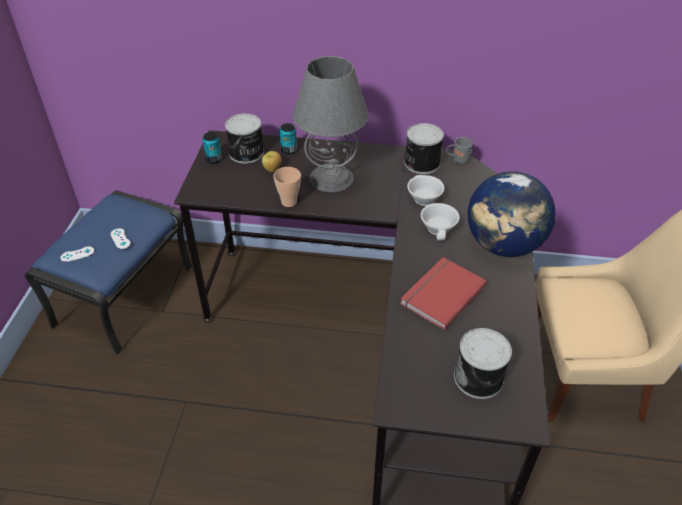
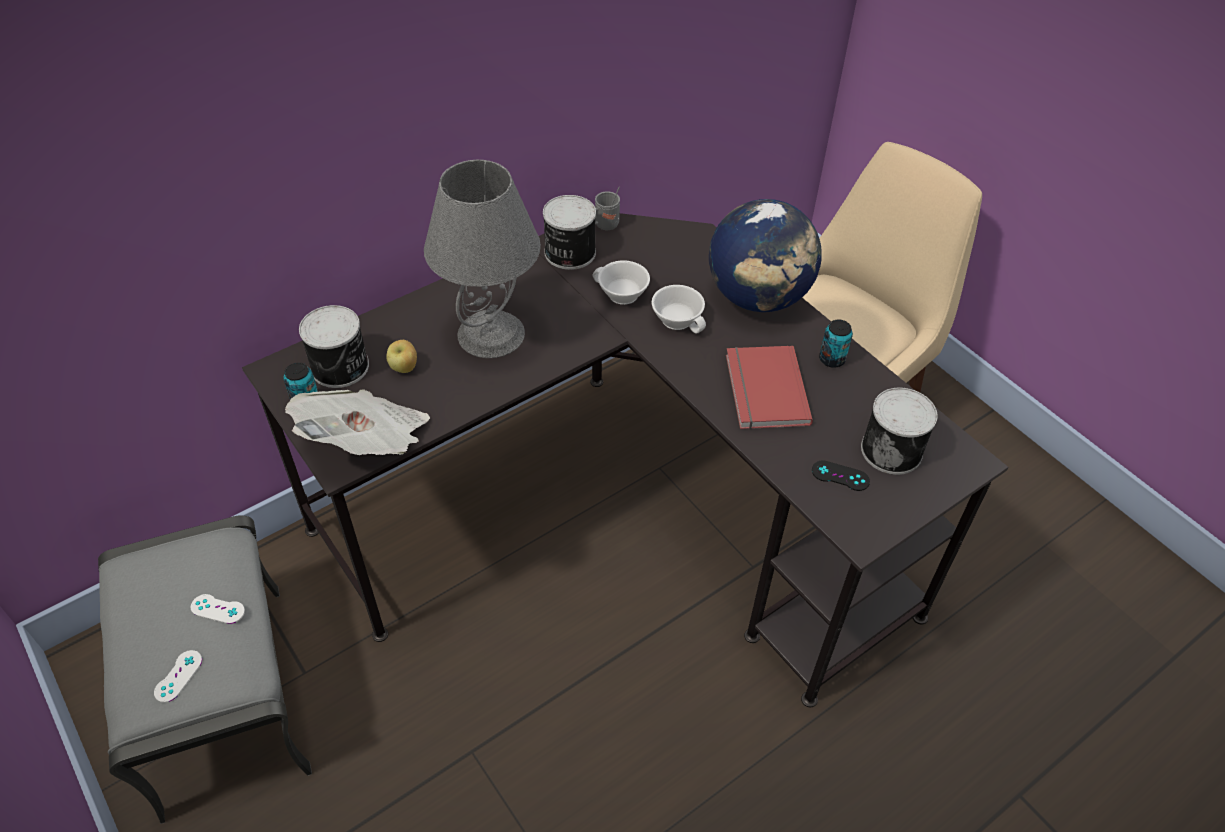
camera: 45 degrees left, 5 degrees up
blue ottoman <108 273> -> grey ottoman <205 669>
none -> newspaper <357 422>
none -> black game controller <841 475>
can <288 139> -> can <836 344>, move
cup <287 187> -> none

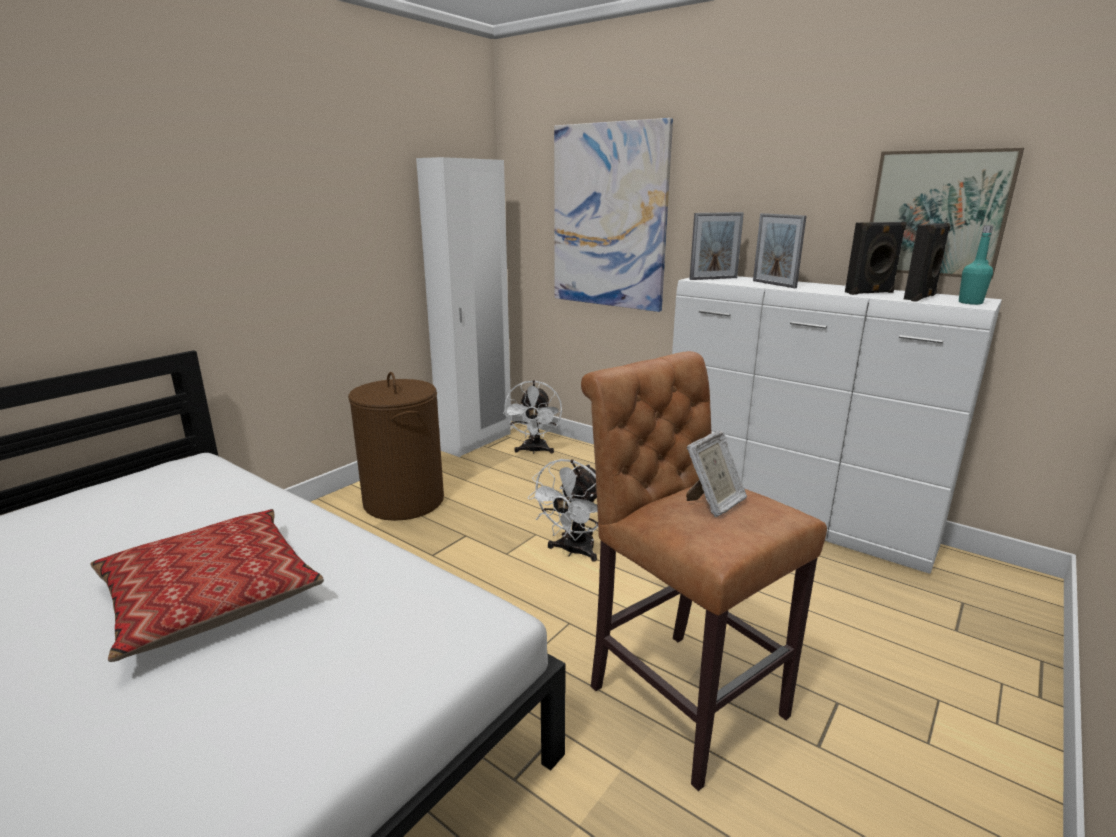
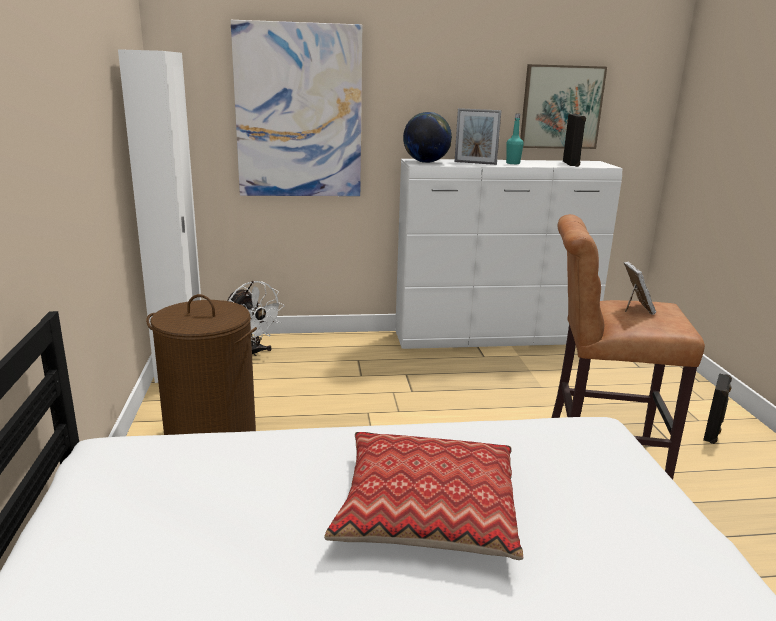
camera: 45 degrees left, 0 degrees up
picture frame <716 246> -> globe <427 137>
turquoise bottle <976 265> -> turquoise bottle <515 138>, move
black speaker <876 258> -> black speaker <717 408>, move
white fan <563 510> -> none

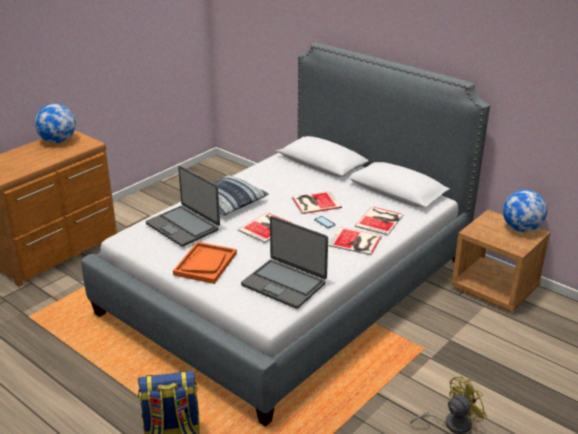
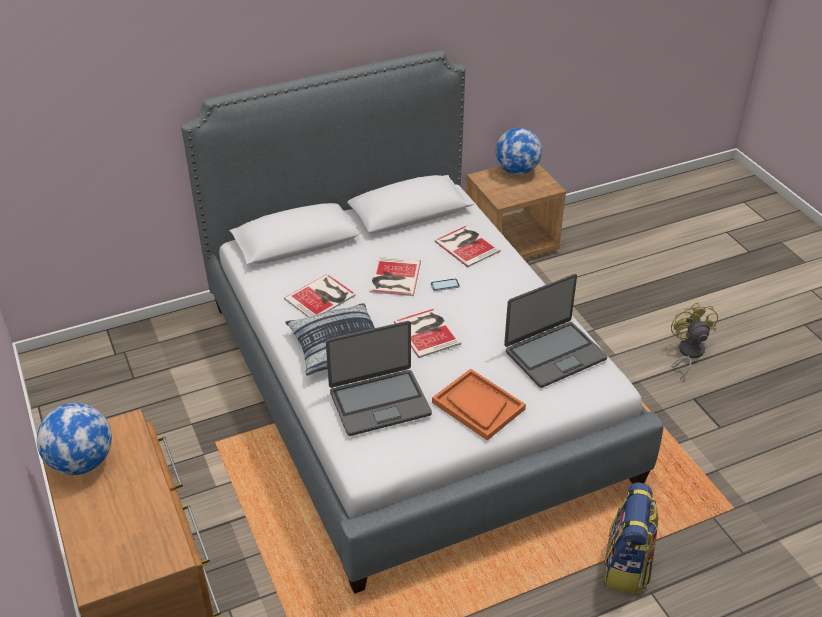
camera: 65 degrees left, 10 degrees up
book <355 241> -> book <320 295>, move

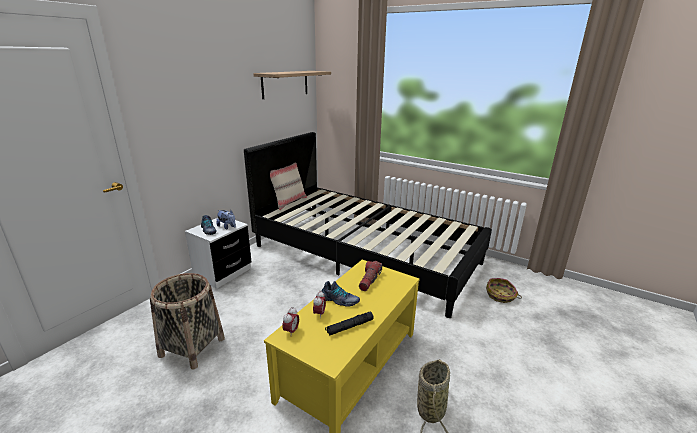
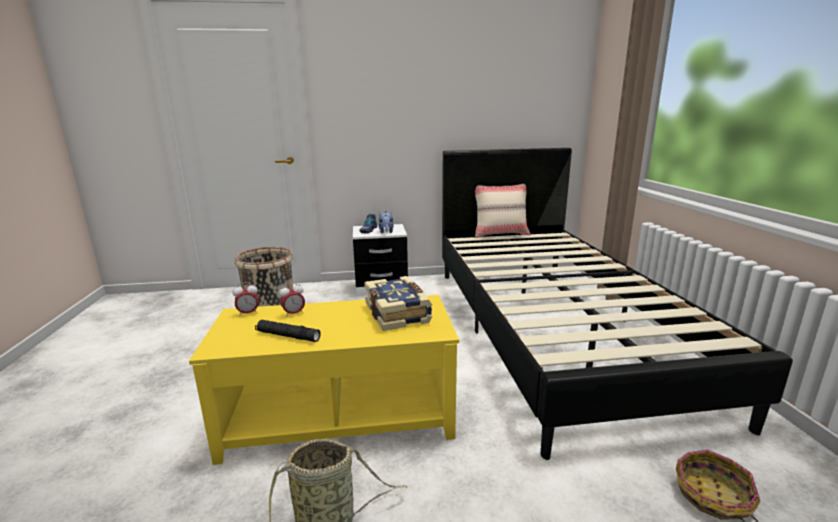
camera: 50 degrees right, 5 degrees down
flashlight <370 276> -> book <398 303>
shelf <292 85> -> none
shoe <341 294> -> none

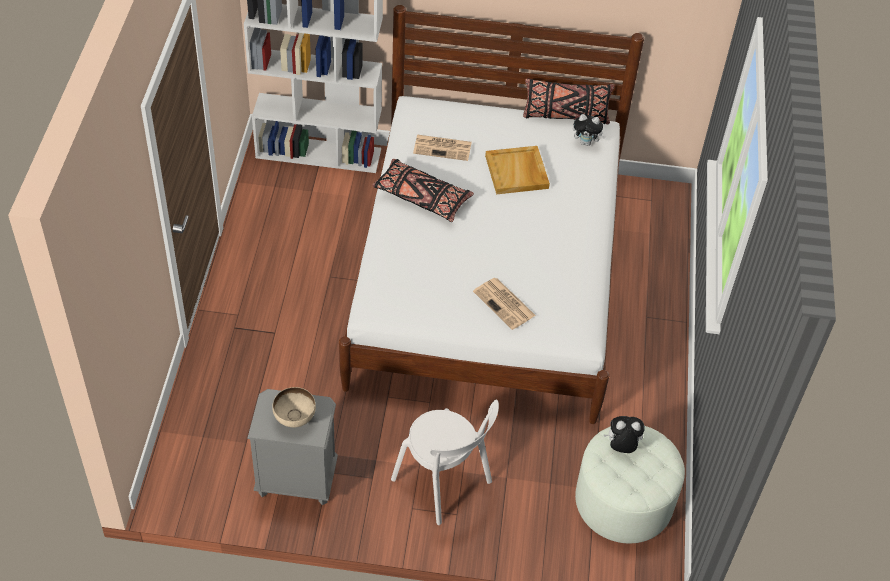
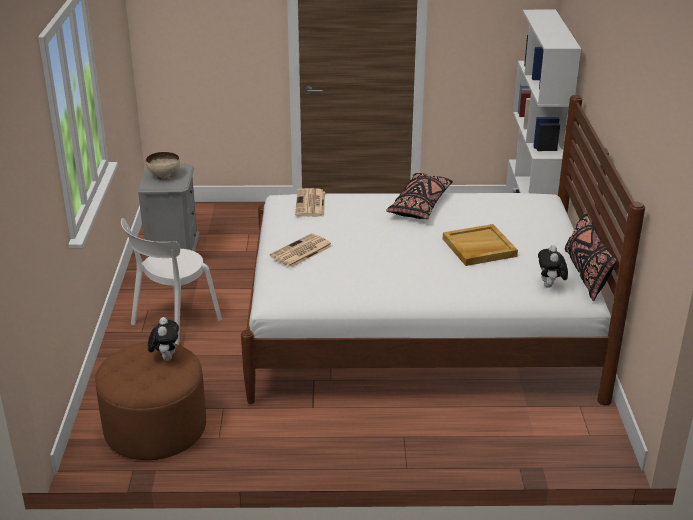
camera: 85 degrees right, 20 degrees down
white ottoman <630 484> -> brown ottoman <150 400>
newspaper <442 148> -> newspaper <310 202>, move

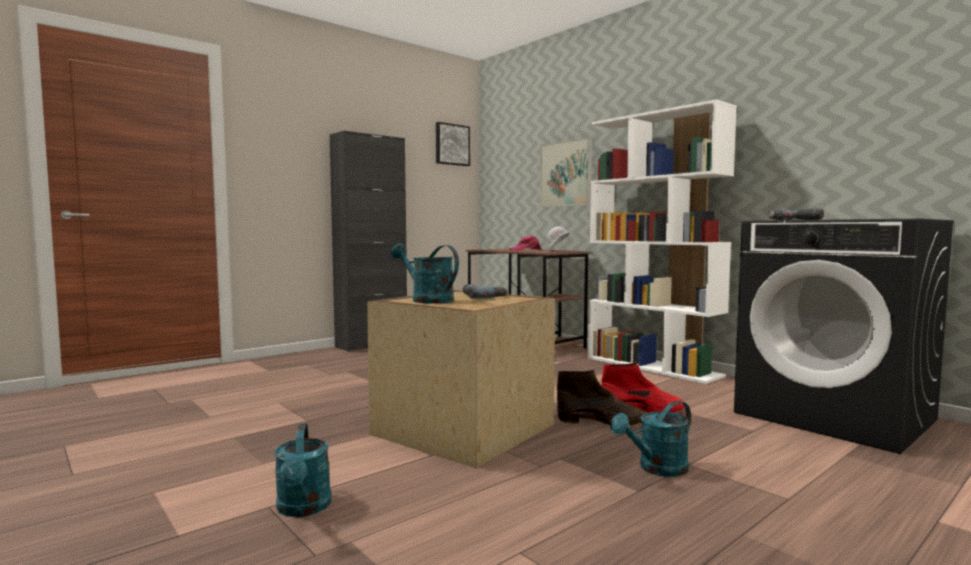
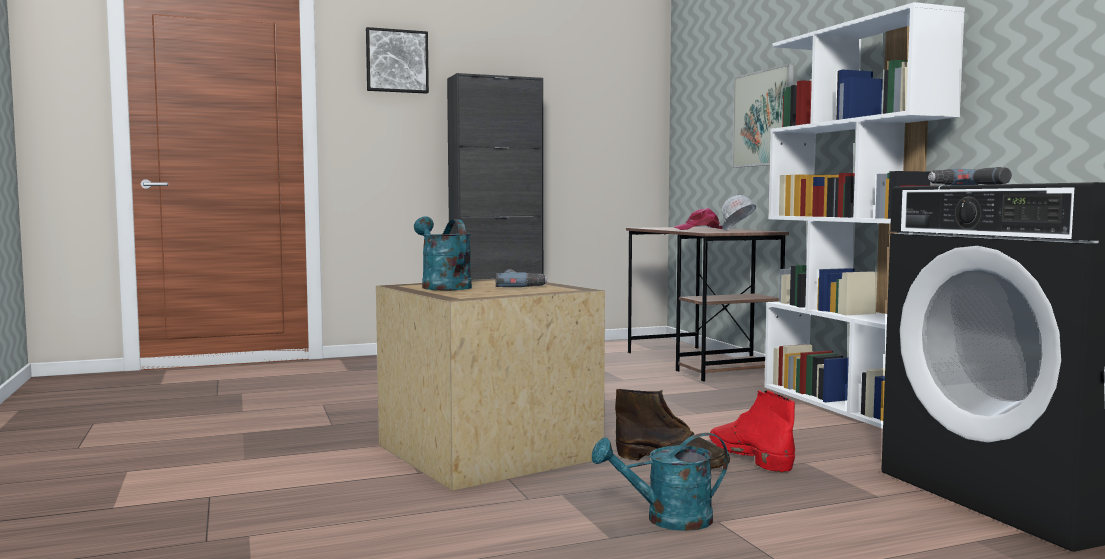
camera: 20 degrees right, 0 degrees up
picture <453 144> -> picture <397 60>, move
red boot <642 387> -> red boot <752 431>, 135 degrees counterclockwise
turquoise watering can <302 470> -> none

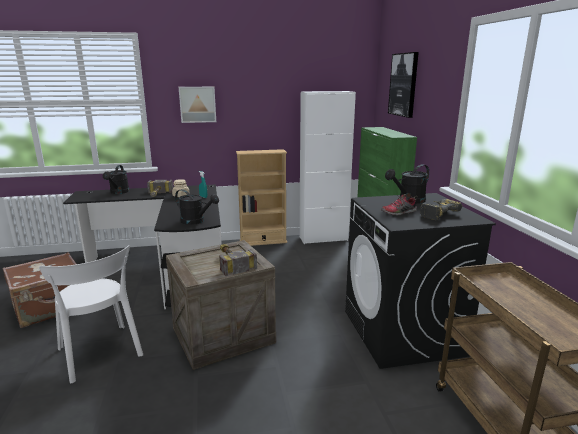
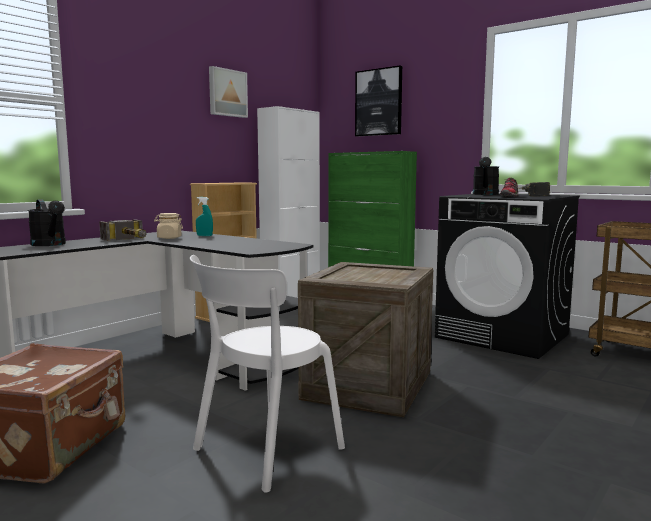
camera: 40 degrees left, 10 degrees down
white chair <91 314> -> white chair <267 374>, 120 degrees clockwise
picture <197 105> -> picture <228 92>, move
black watering can <197 207> -> none
hammer <238 260> -> none

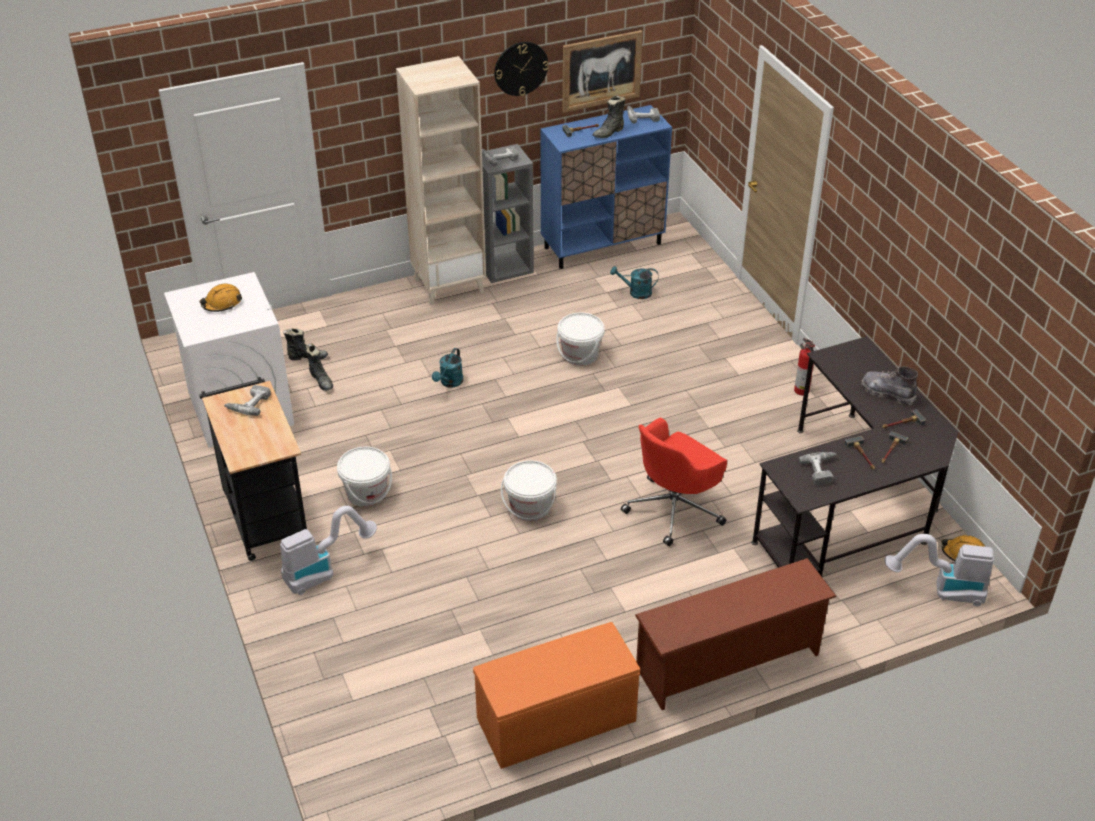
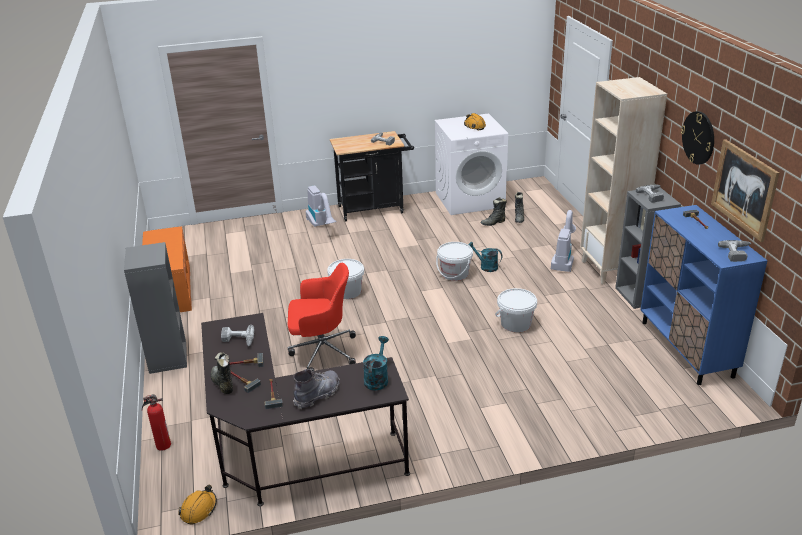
camera: 100 degrees right, 10 degrees down
brown shoe rack <736 634> -> grey bookcase <155 308>
fire extinguisher <805 366> -> fire extinguisher <156 422>, move
black boot <608 116> -> black boot <221 373>, move
red office chair <674 482> -> red office chair <322 317>, 120 degrees clockwise
turquoise watering can <634 282> -> turquoise watering can <376 363>, move
white bucket <364 477> -> white bucket <454 261>, move
vacuum cleaner <939 570> -> vacuum cleaner <563 241>, move

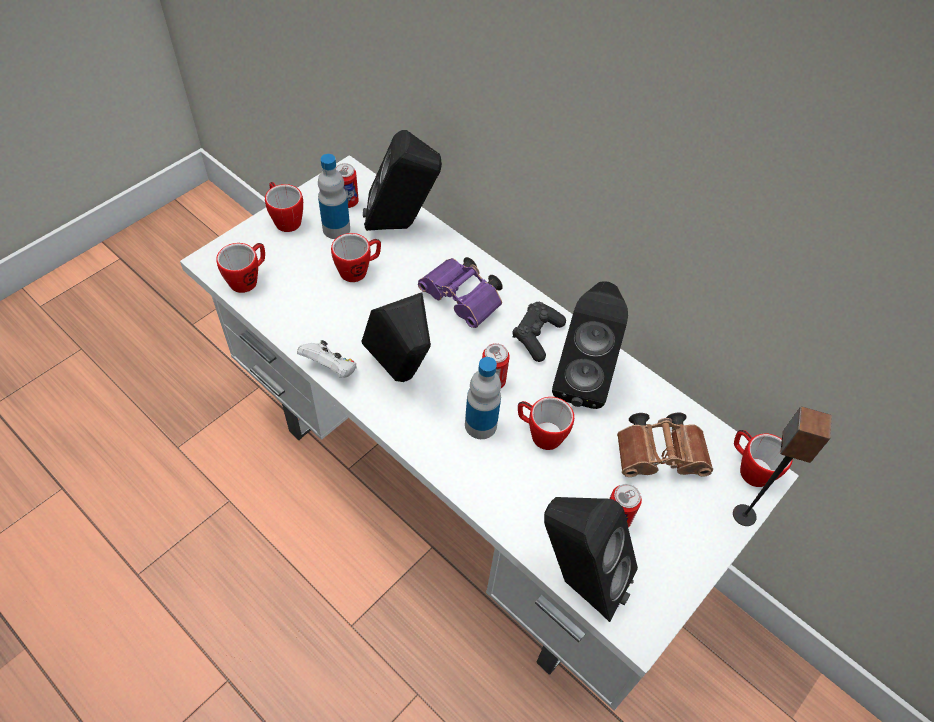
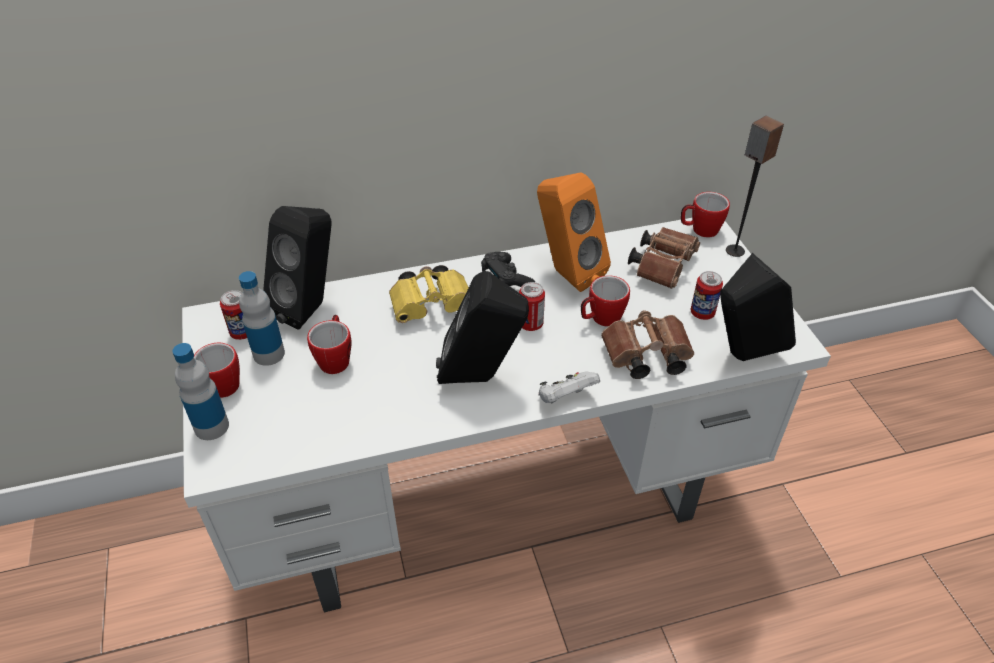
camera: 55 degrees left, 10 degrees down
bottle <483 398> -> bottle <200 391>, move
purple binoculars <460 292> -> yellow binoculars <429 294>
black speaker <590 345> -> orange speaker <574 232>
white game controller <327 359> -> white game controller <569 388>, move
none -> brown binoculars <647 344>
mug <240 268> -> none

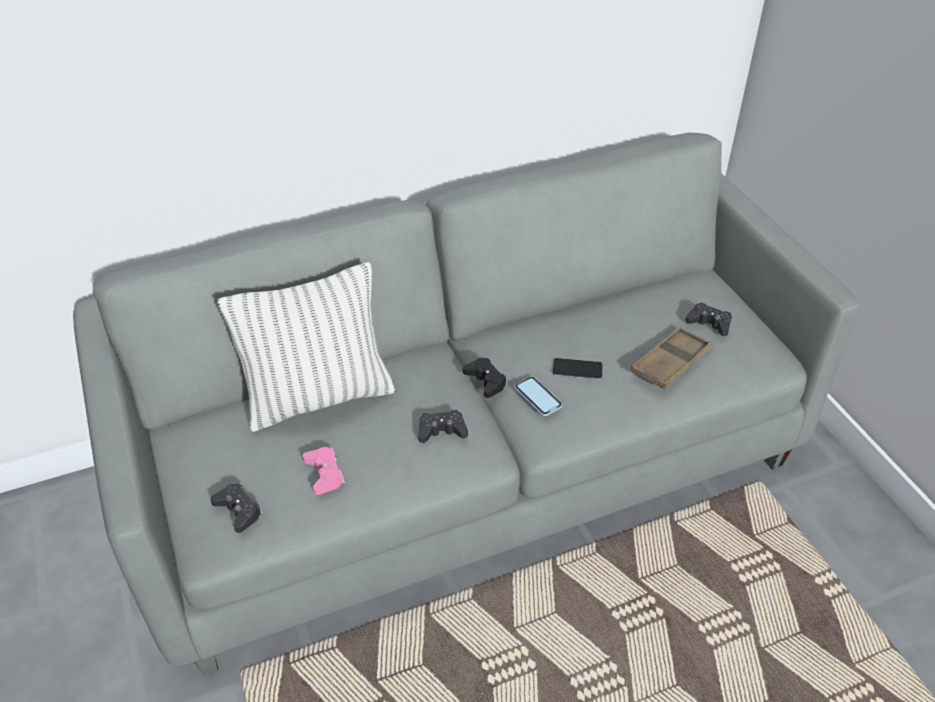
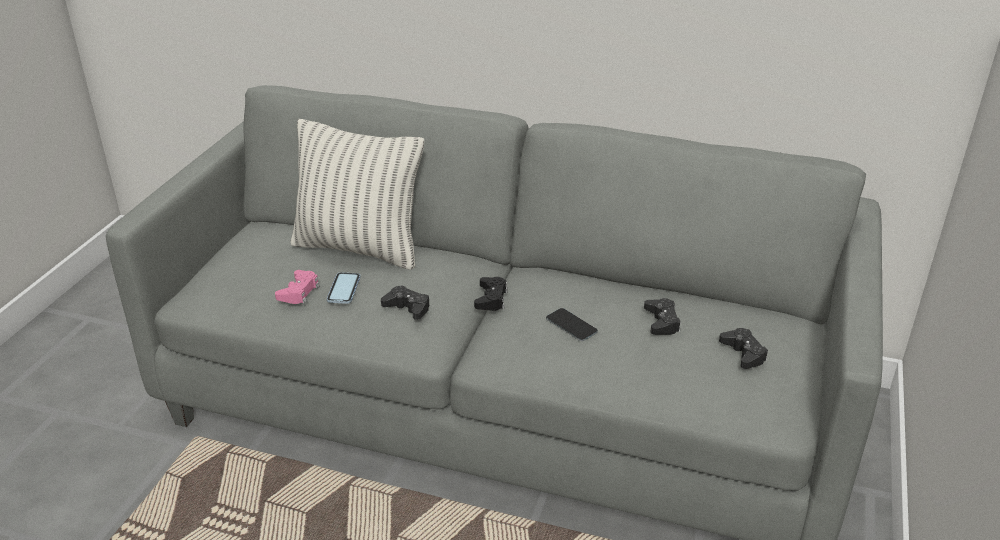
camera: 40 degrees right, 10 degrees down
phone <538 396> -> phone <344 288>, move
black game controller <236 508> -> black game controller <662 316>, move
brown tray <672 358> -> none

